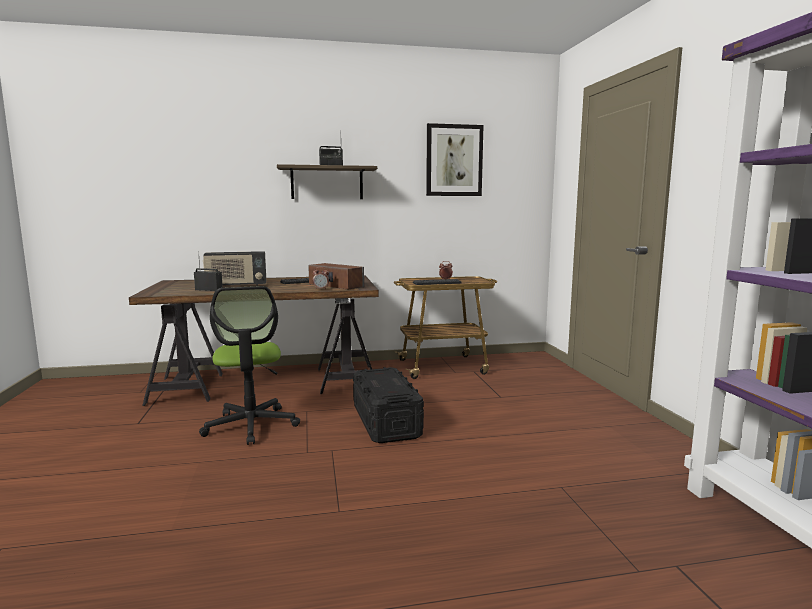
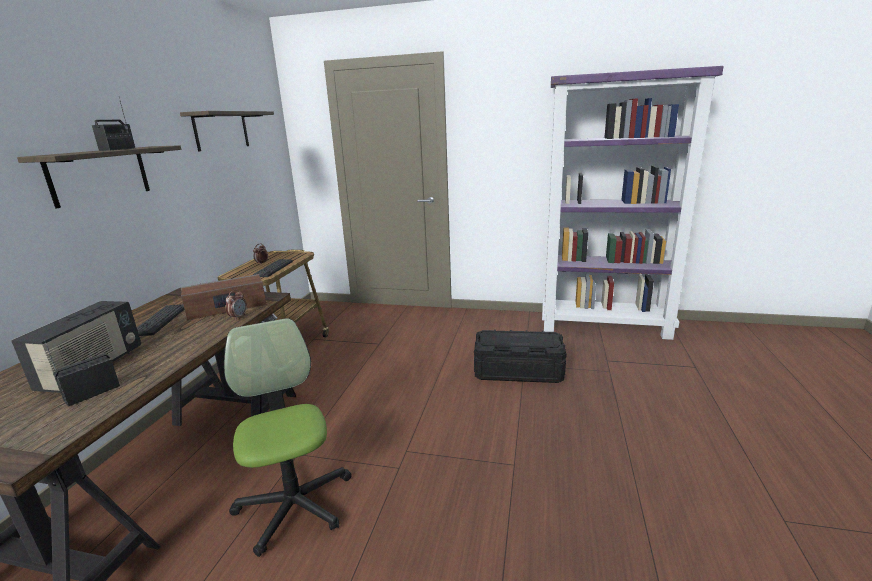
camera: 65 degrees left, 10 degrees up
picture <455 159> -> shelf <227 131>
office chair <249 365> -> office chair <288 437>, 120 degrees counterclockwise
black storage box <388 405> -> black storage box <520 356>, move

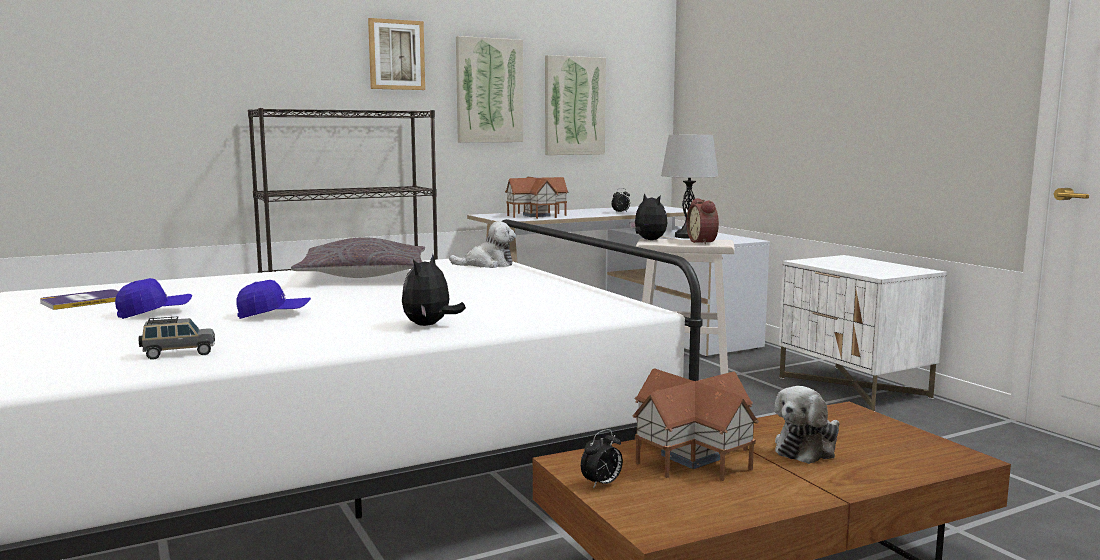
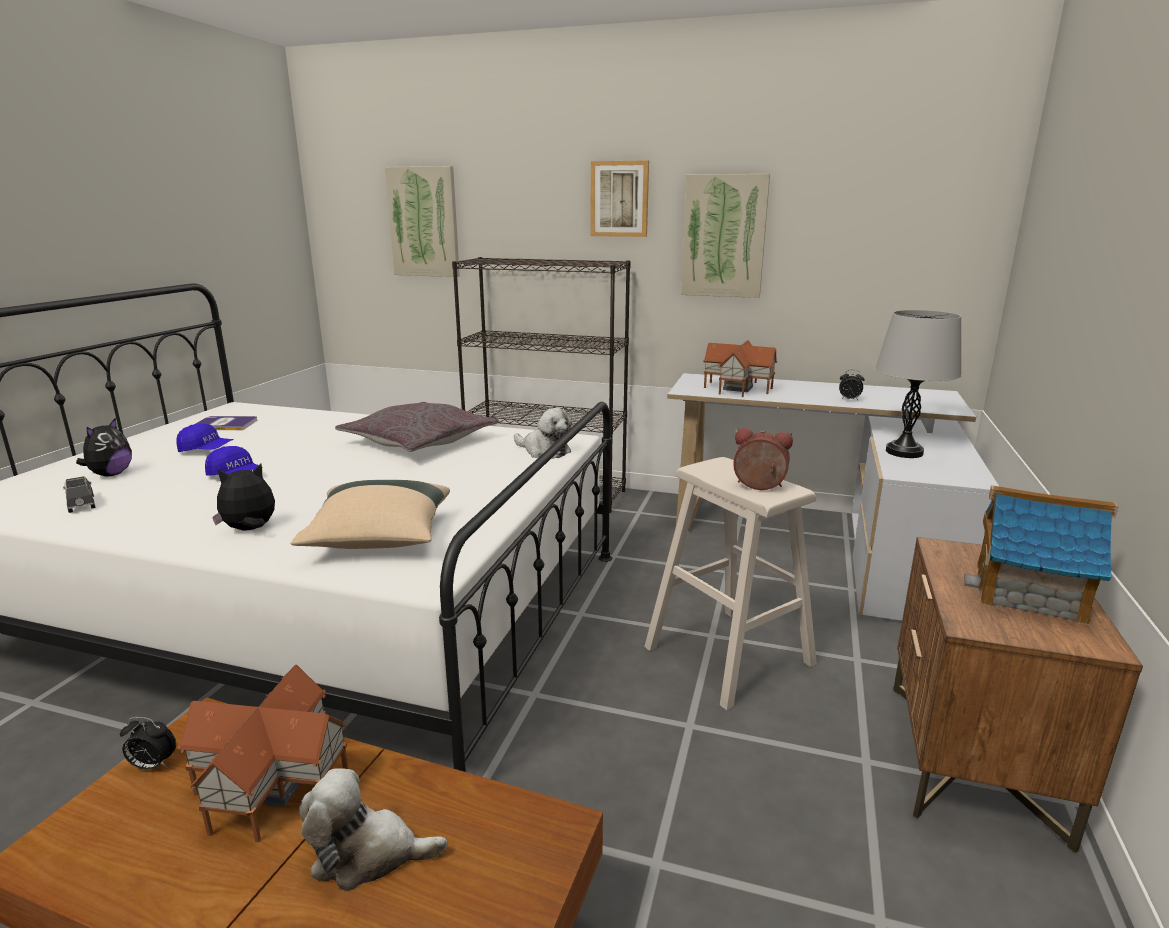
camera: 45 degrees right, 10 degrees up
grey toy car <177 338> -> grey toy car <79 494>, 150 degrees counterclockwise
plush toy <649 216> -> plush toy <104 447>, move
none -> beige pillow <370 514>
picture <575 105> -> picture <422 221>, move
alarm clock <703 221> -> alarm clock <763 459>, 75 degrees clockwise
white nightstand <863 333> -> brown nightstand <1018 695>
none -> toy house <1041 555>

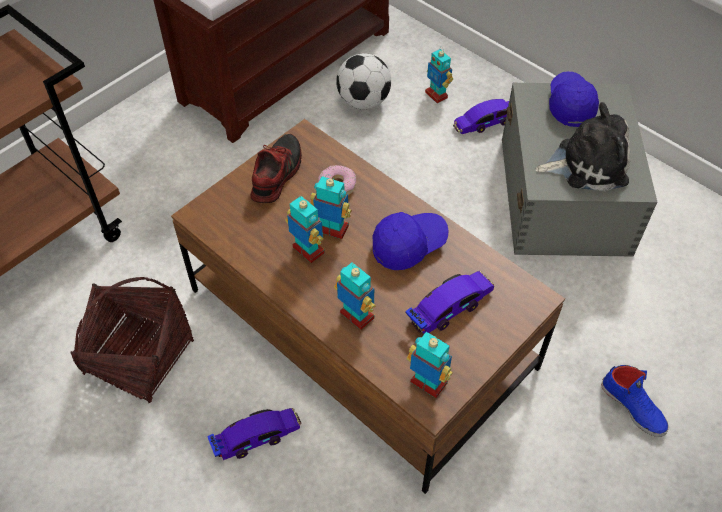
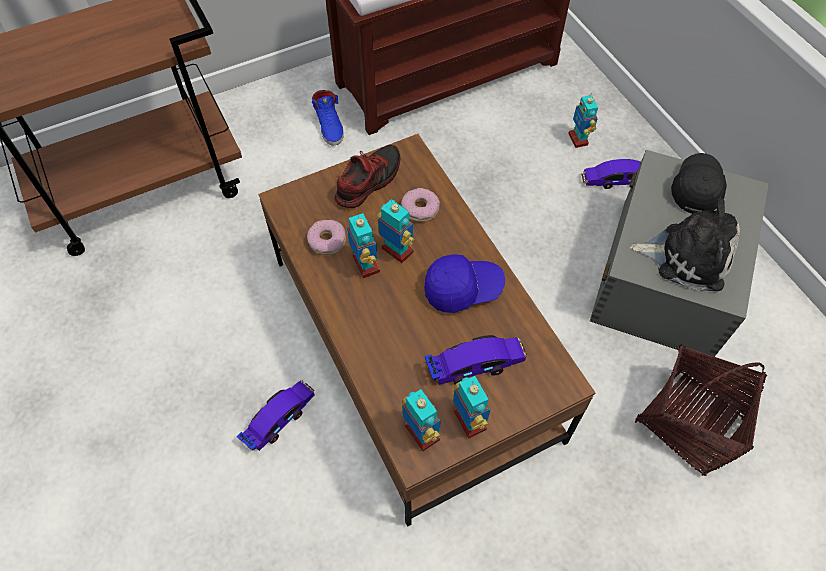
camera: 20 degrees right, 5 degrees up
toy car <254 434> -> toy car <276 415>, 45 degrees counterclockwise
none -> donut <326 237>
blue shoe <635 401> -> blue shoe <328 118>, move
toy robot <355 296> -> toy robot <471 407>, move
basket <132 340> -> basket <701 409>, move
blue cap <574 99> -> black cap <699 183>
football <363 81> -> none

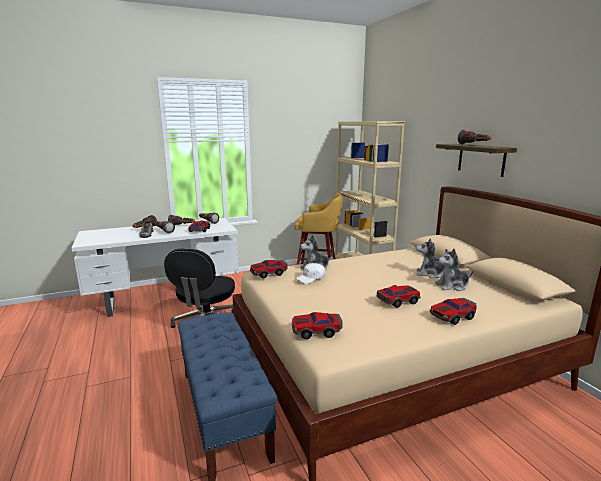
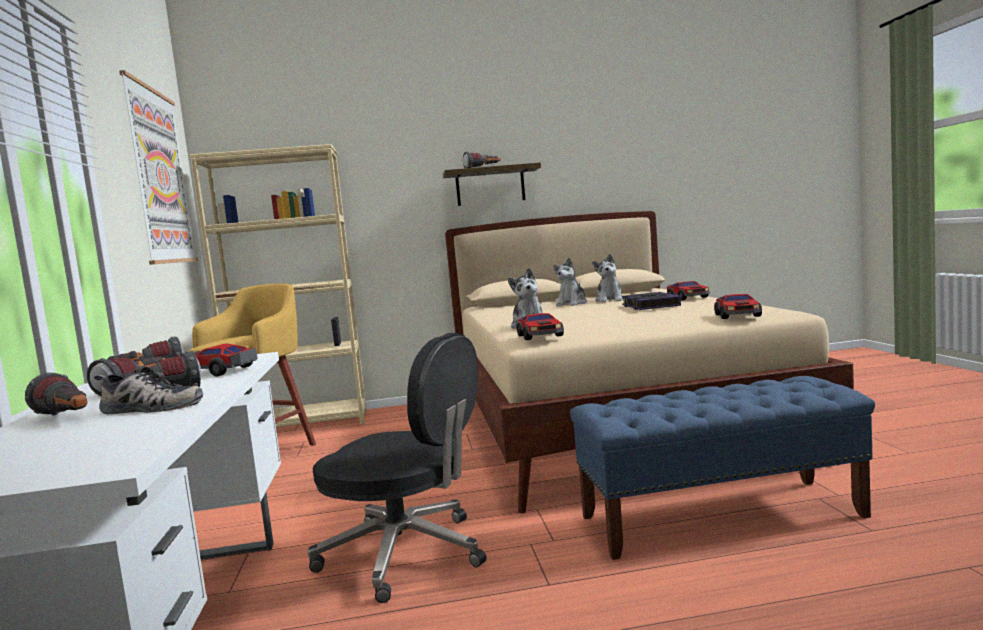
camera: 75 degrees left, 10 degrees down
none -> picture <158 167>
toy car <398 296> -> book <651 301>
white cap <310 273> -> none

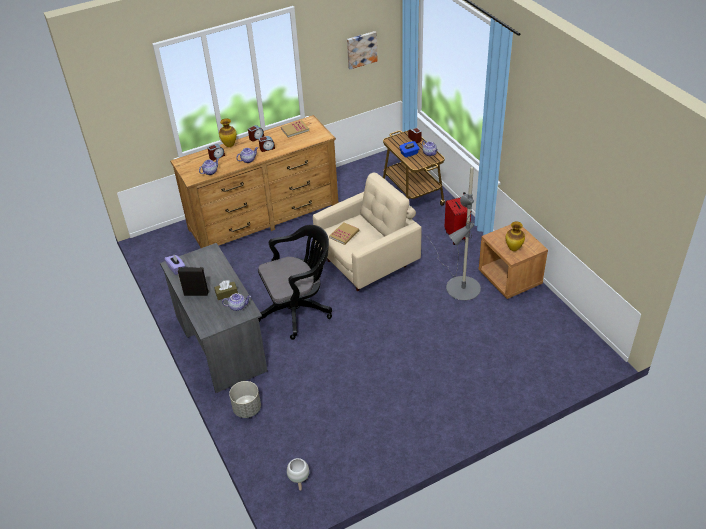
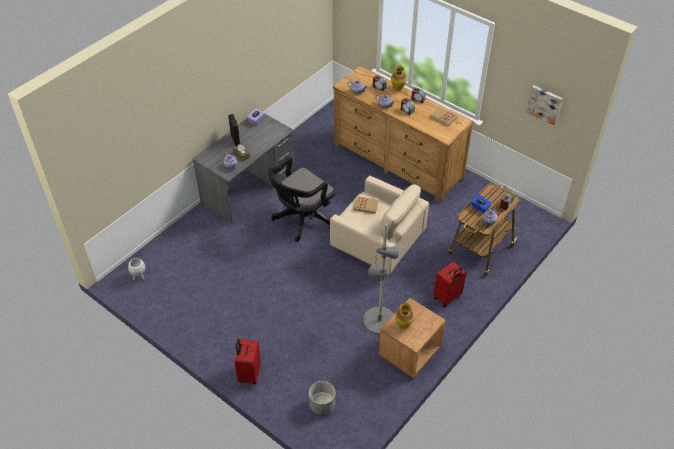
camera: 65 degrees right, 5 degrees up
none -> red suitcase <248 361>
black office chair <295 282> -> black office chair <301 199>, 90 degrees clockwise
grey planter <245 399> -> grey planter <322 398>, move

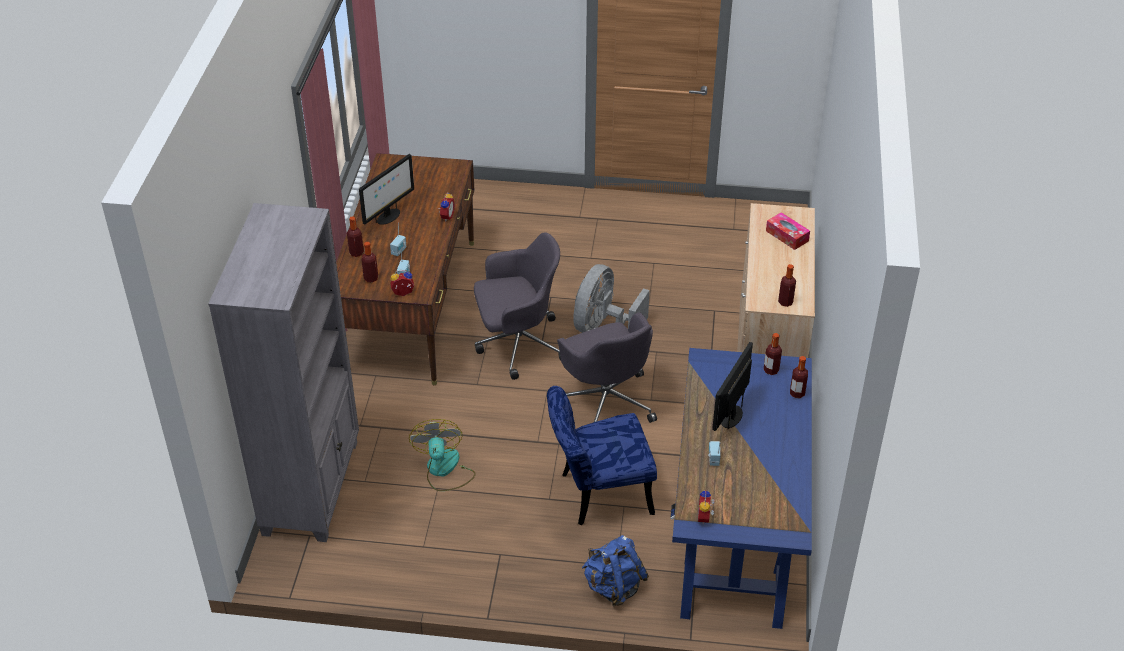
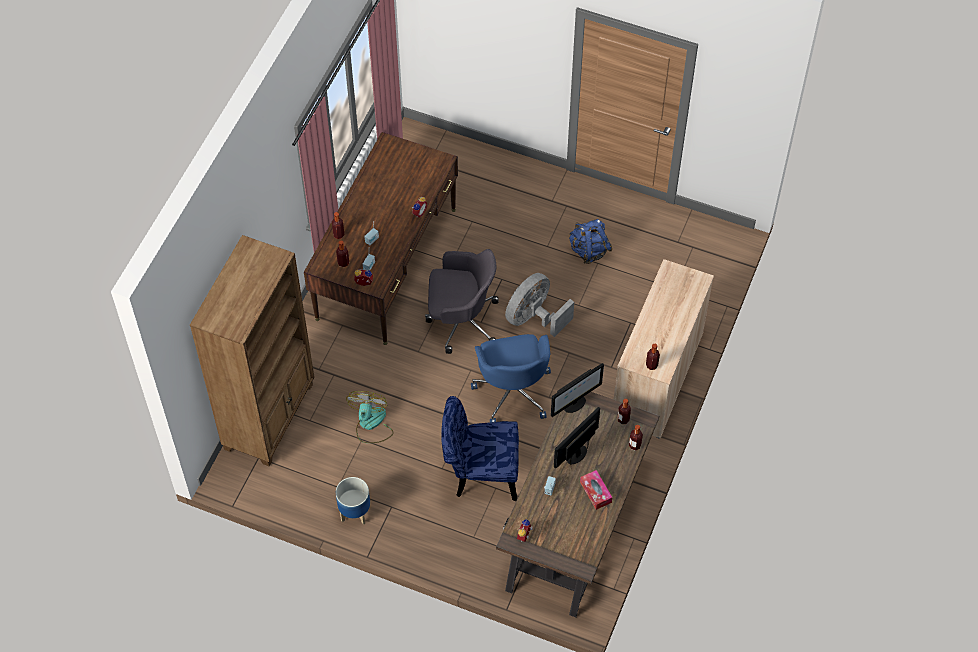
camera: 15 degrees right, 15 degrees up
grey bookcase <283 372> -> brown bookcase <252 350>
none -> planter <353 501>
grey office chair <607 367> -> blue office chair <511 378>
blue desk <741 488> -> brown desk <577 504>
monitor <386 189> -> monitor <577 390>, move
blue backpack <615 570> -> blue backpack <590 241>, move
tissue box <788 231> -> tissue box <596 490>, move

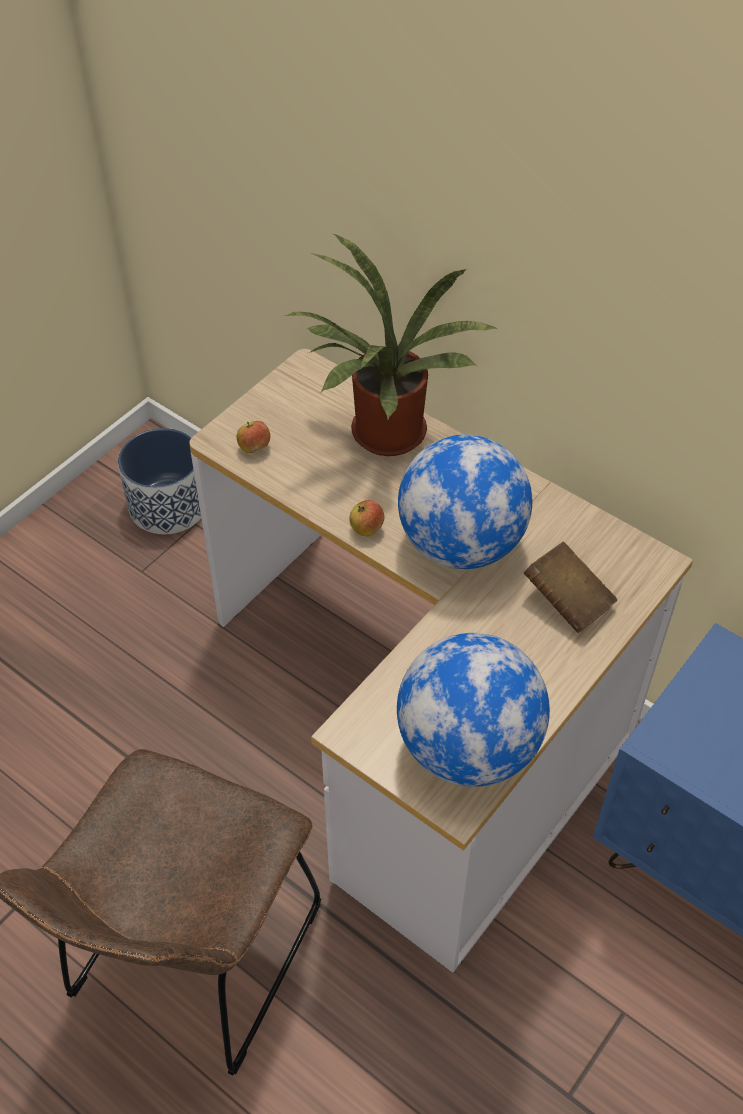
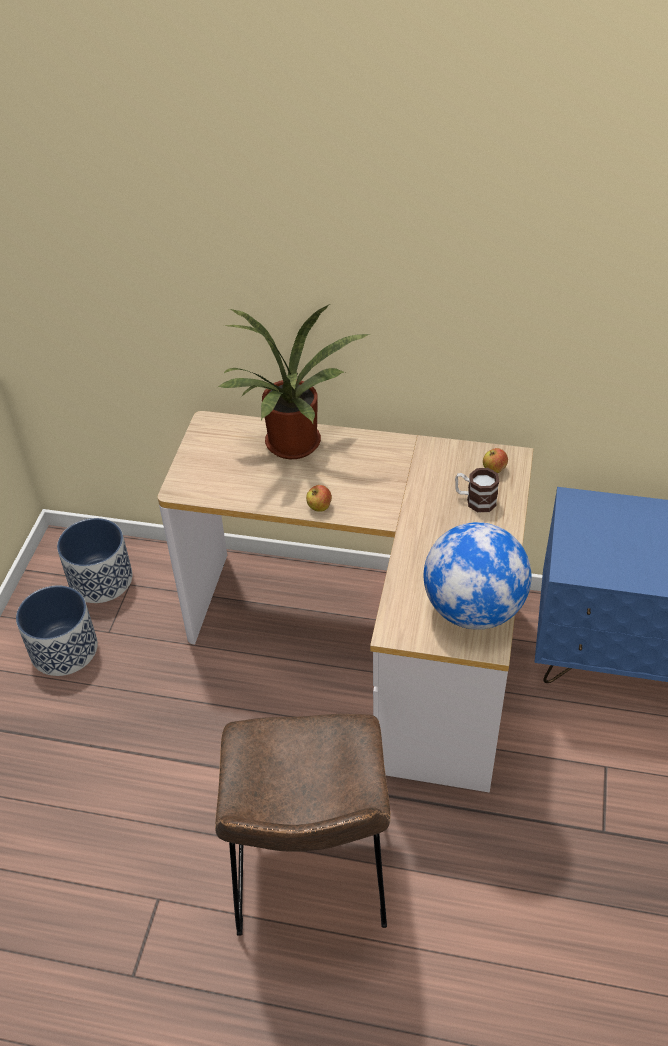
camera: 25 degrees left, 5 degrees down
none -> planter <57 630>
brown book <570 587> -> mug <477 490>
apple <253 437> -> apple <495 460>, move
globe <465 502> -> none

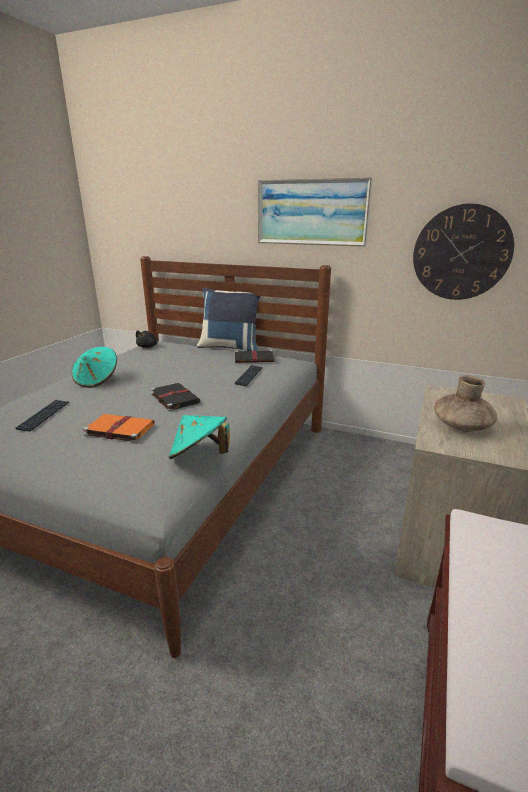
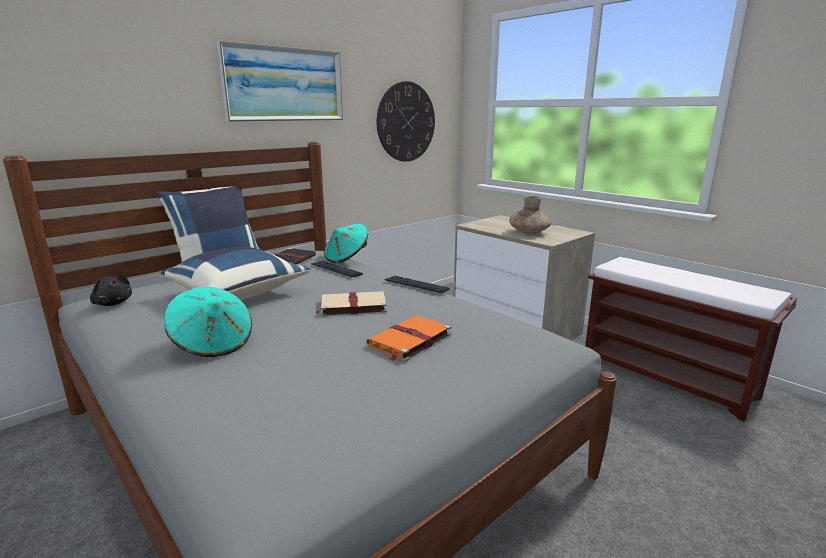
camera: 65 degrees left, 5 degrees down
none -> blue pillow <235 273>
black book <175 397> -> beige book <351 303>
turquoise hat <199 437> -> turquoise hat <346 243>, move
keyboard <42 416> -> keyboard <417 284>, move

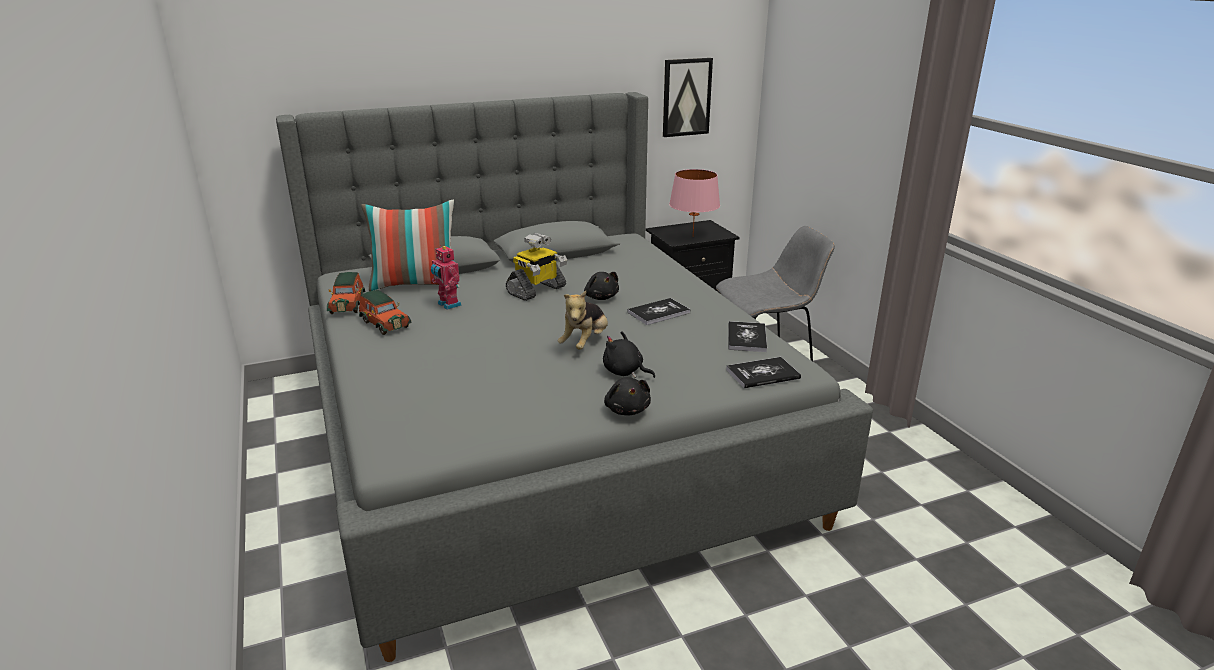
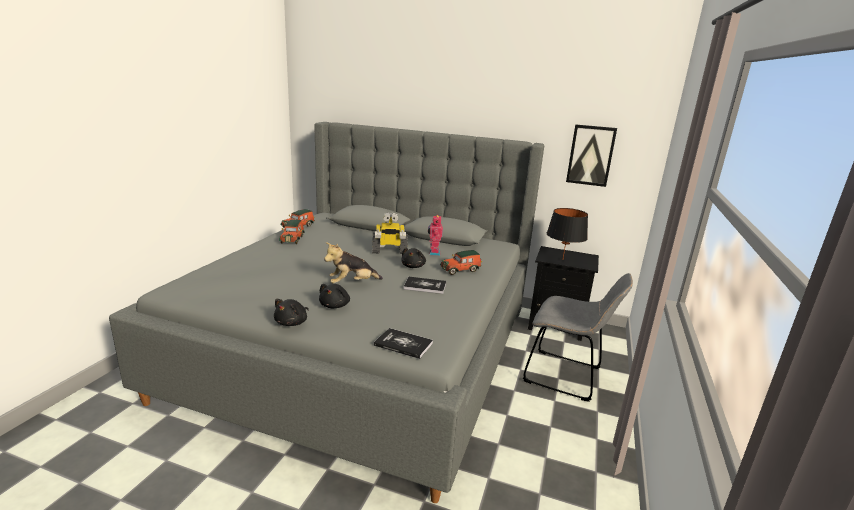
camera: 40 degrees right, 5 degrees down
black plush toy <629 354> -> black plush toy <334 296>, 150 degrees counterclockwise
toy robot <446 277> -> toy robot <435 235>, move
none -> toy car <461 262>
pink table lamp <694 202> -> black table lamp <567 233>
pillow <410 245> -> none
book <748 336> -> none

